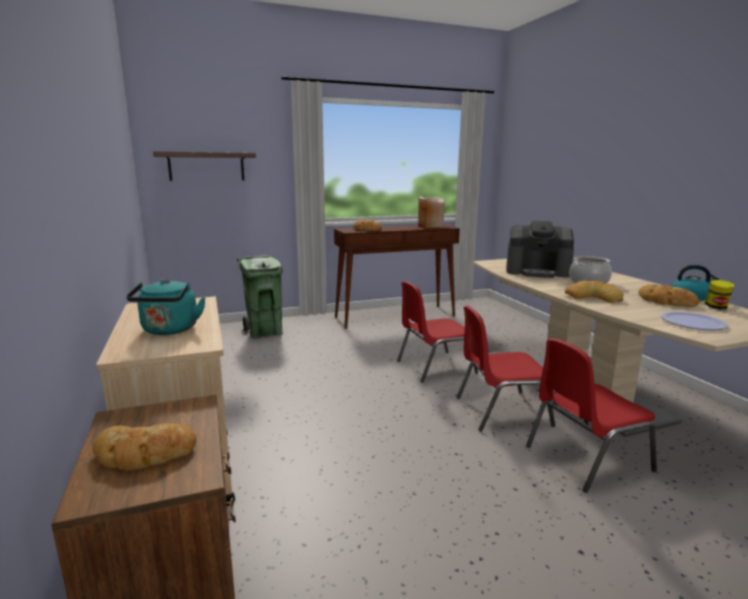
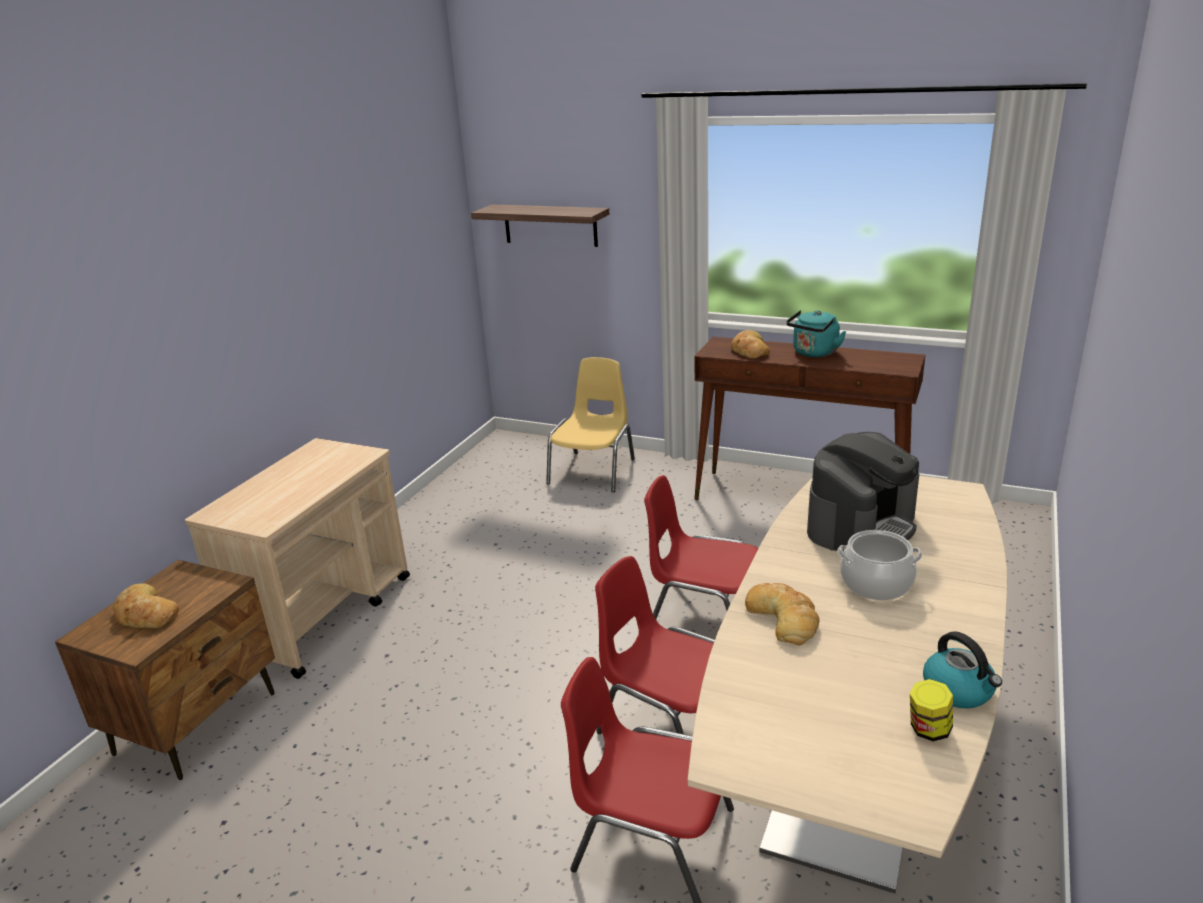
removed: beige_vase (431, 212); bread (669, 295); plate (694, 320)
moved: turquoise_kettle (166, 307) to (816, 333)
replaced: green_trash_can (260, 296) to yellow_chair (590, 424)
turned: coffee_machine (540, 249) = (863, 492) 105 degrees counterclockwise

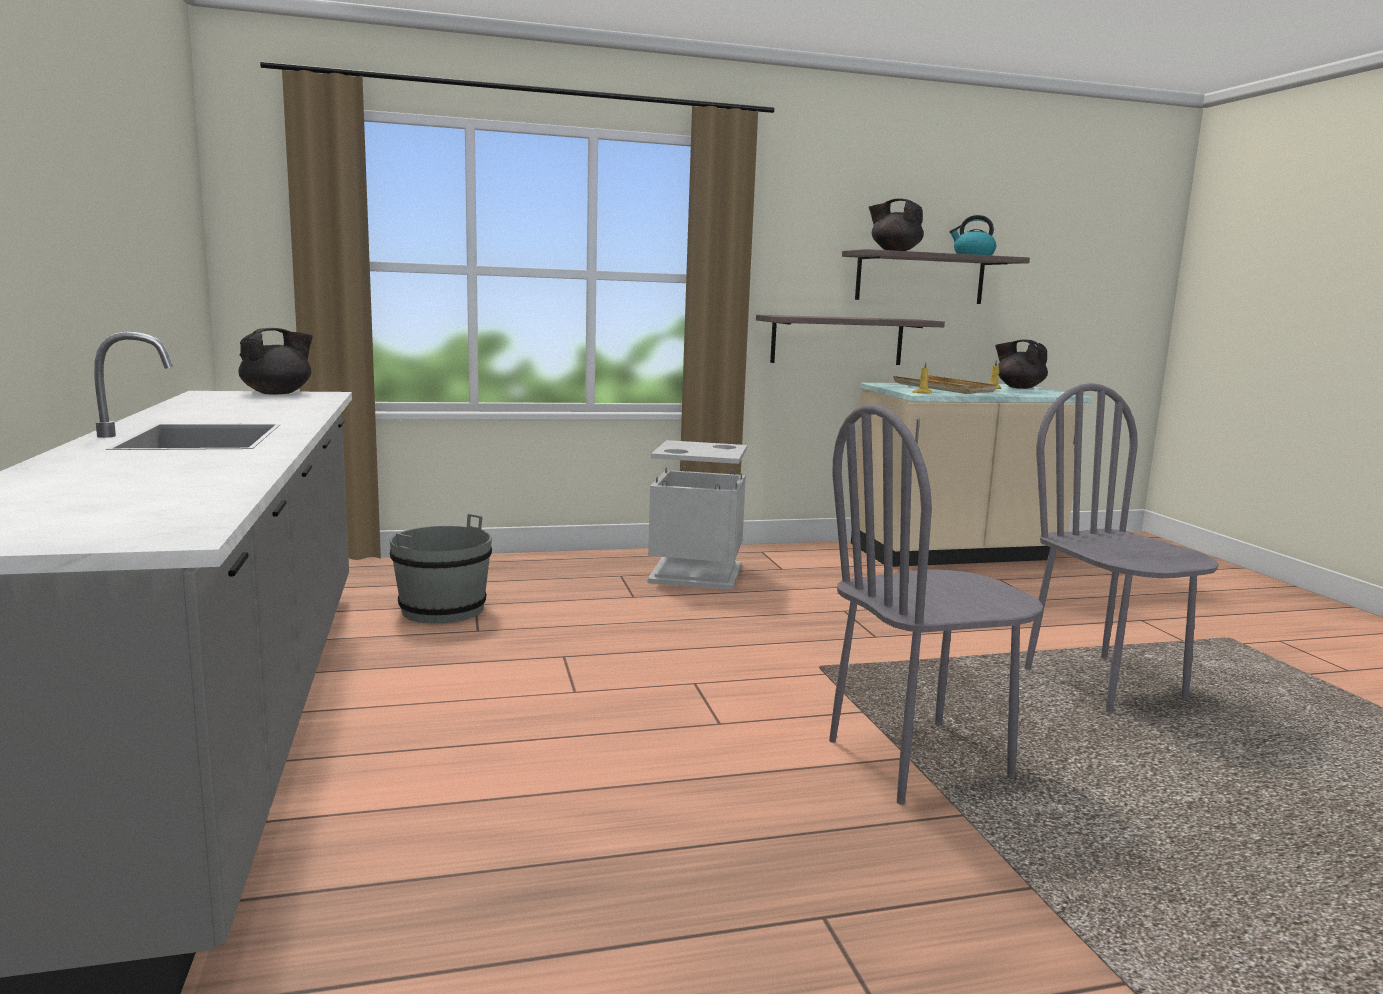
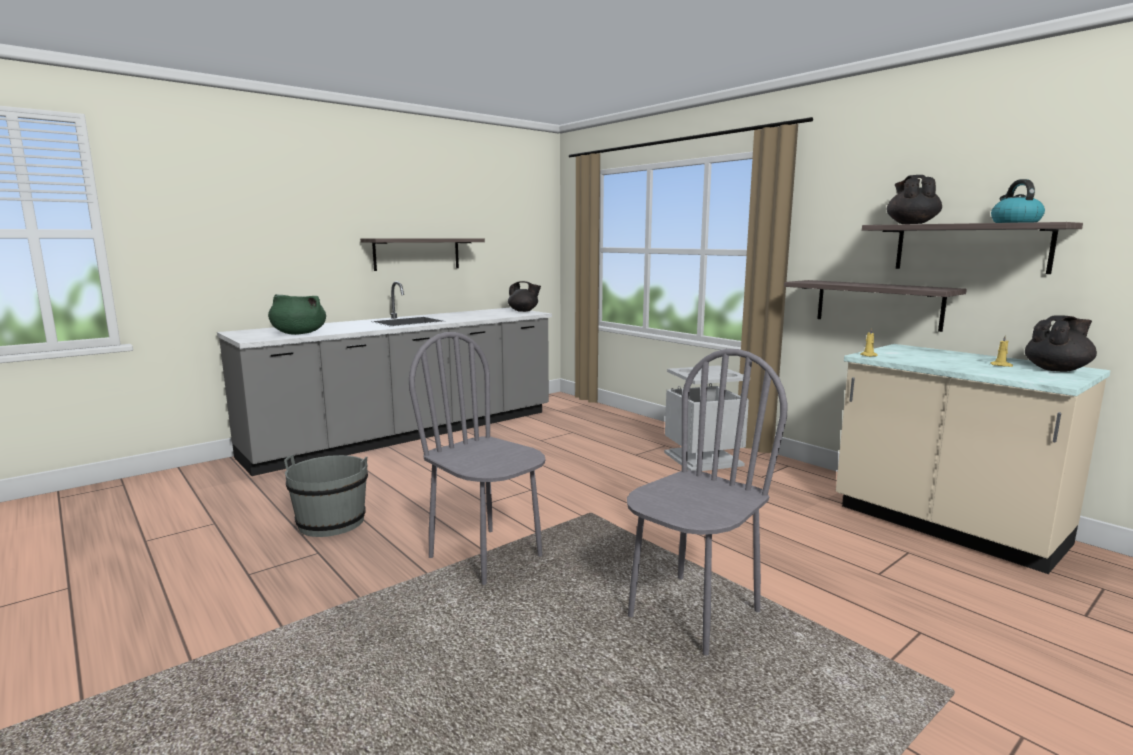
removed: beige_tray (944, 384)
added: green_cooking_pot (297, 314); shelf (422, 254)
moved: grey_bucket (441, 568) to (326, 496)
turned: black_teapot (1021, 364) = (1061, 343) 45 degrees clockwise

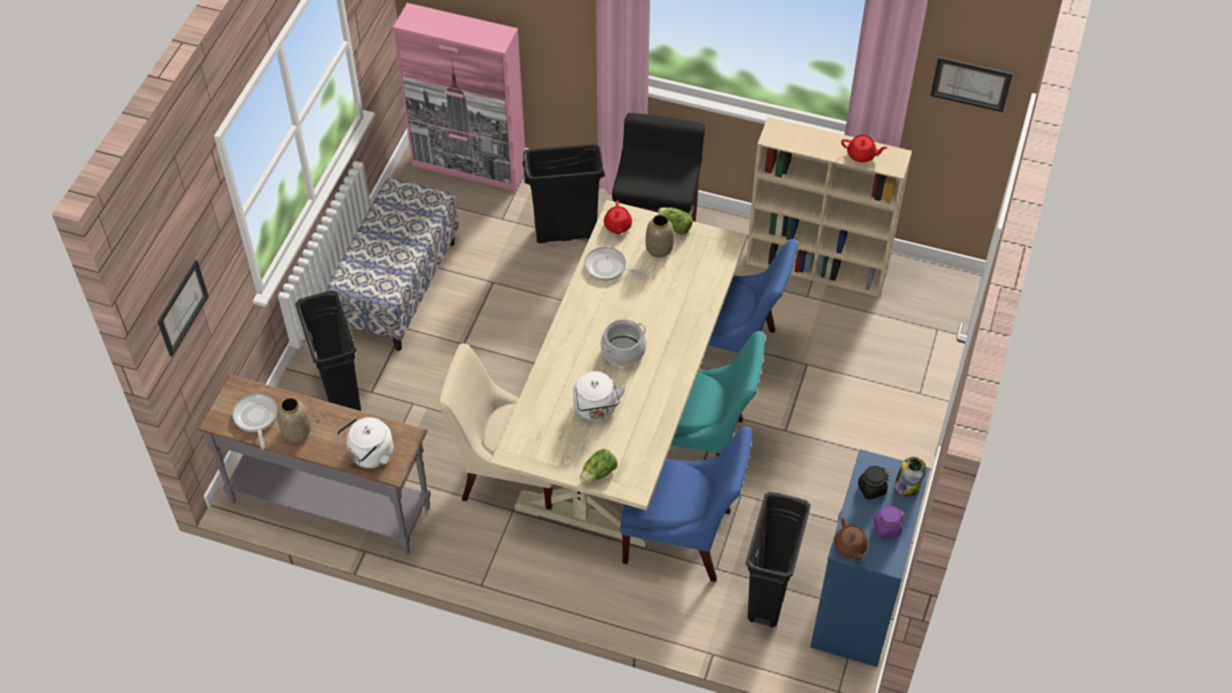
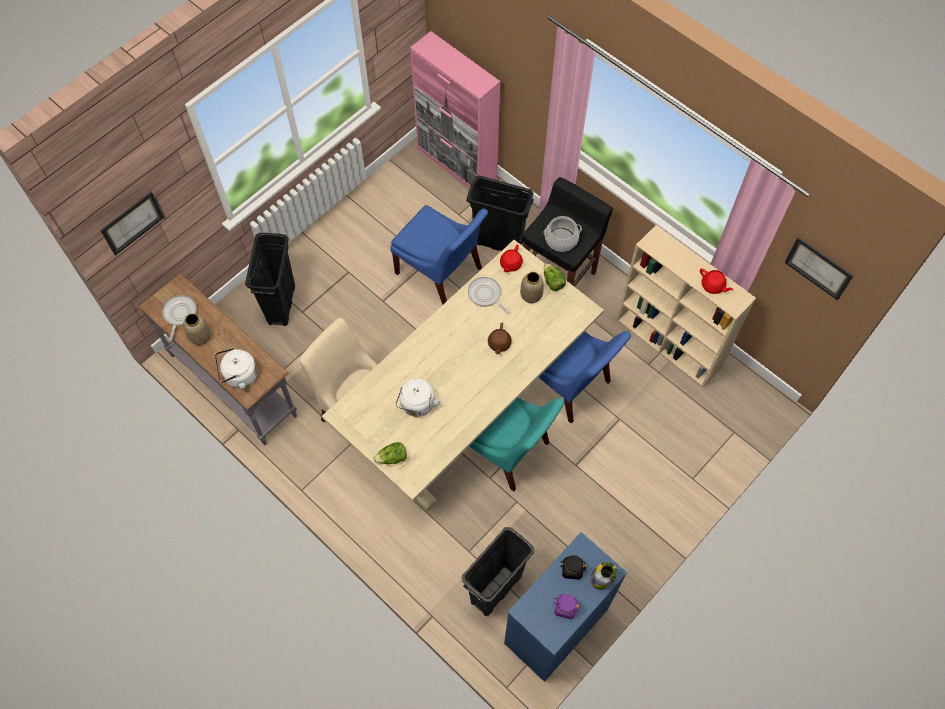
removed: bench (392, 264)
moved: cooking_pot (623, 342) to (563, 234); blue_chair (686, 504) to (439, 255); brown_teapot (851, 538) to (499, 339)

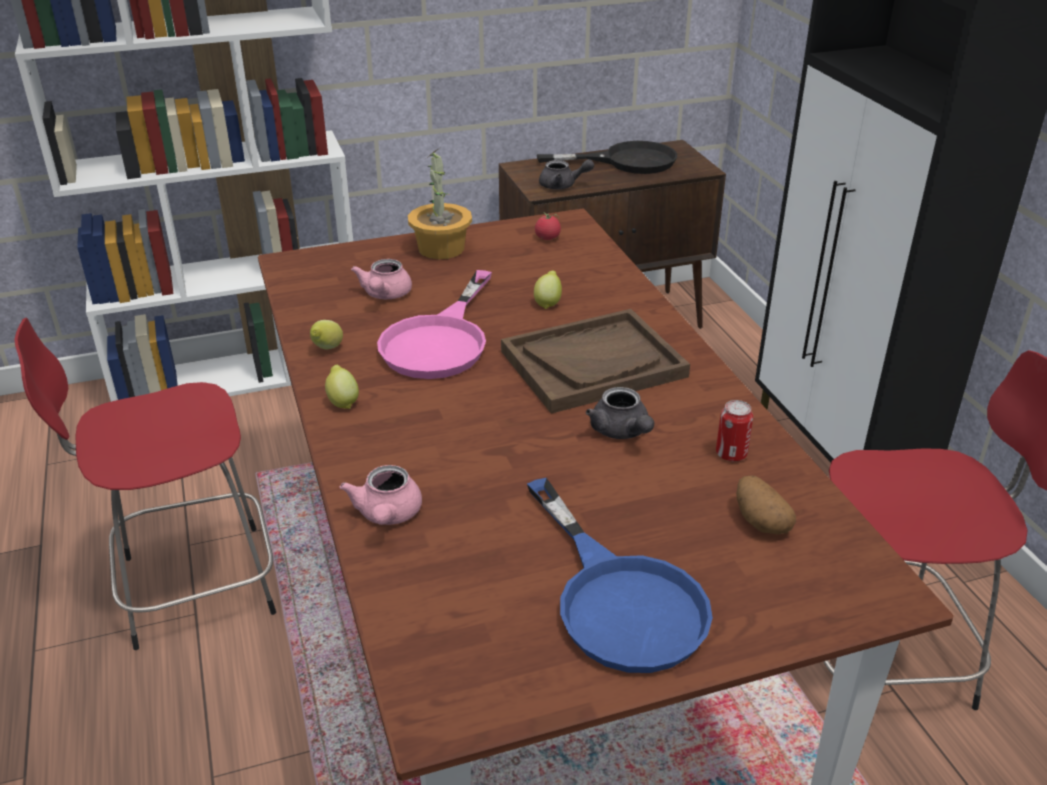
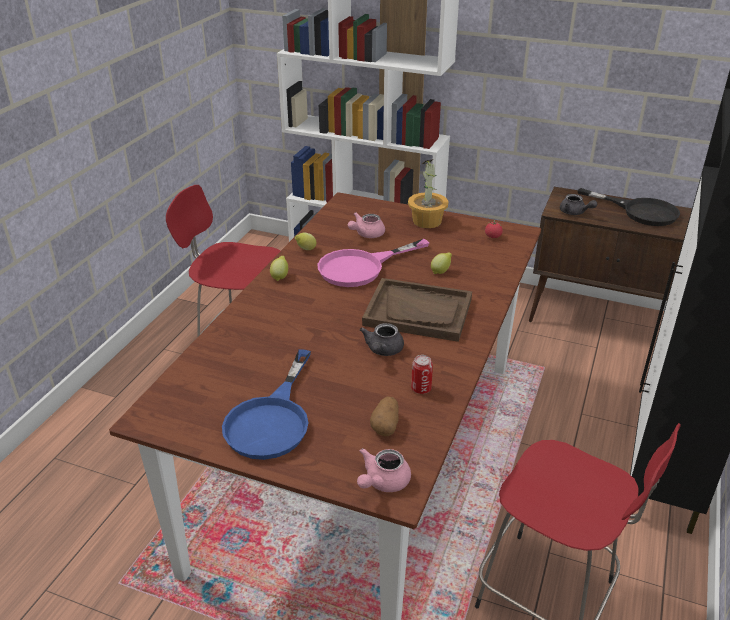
moved: pink_teapot (381, 495) to (384, 470)

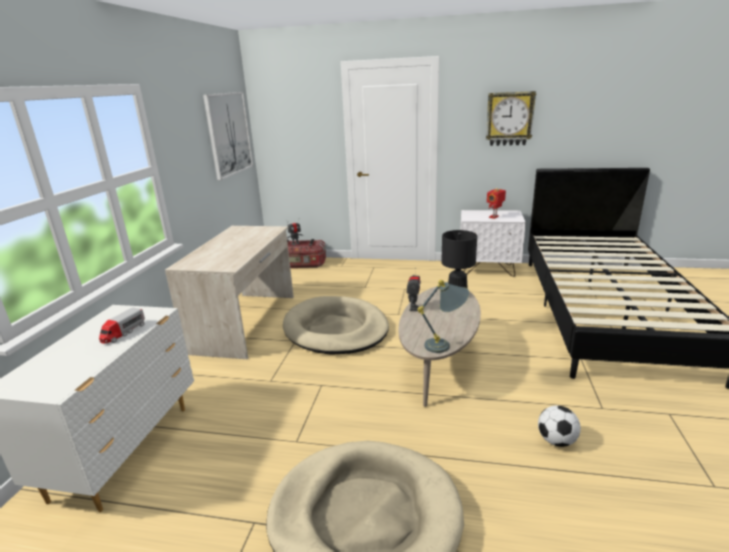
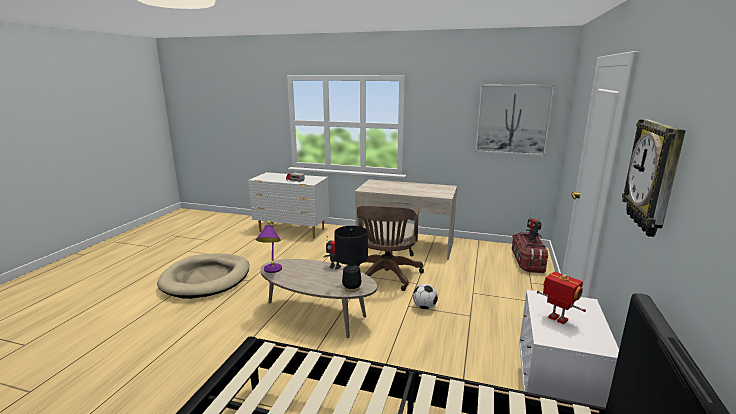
moved: football (559, 426) to (425, 296)
replaced: beige_dog_bed (336, 325) to brown_office_chair (390, 248)
recoloured: grey_table_lamp (443, 316) to purple_table_lamp (268, 247)

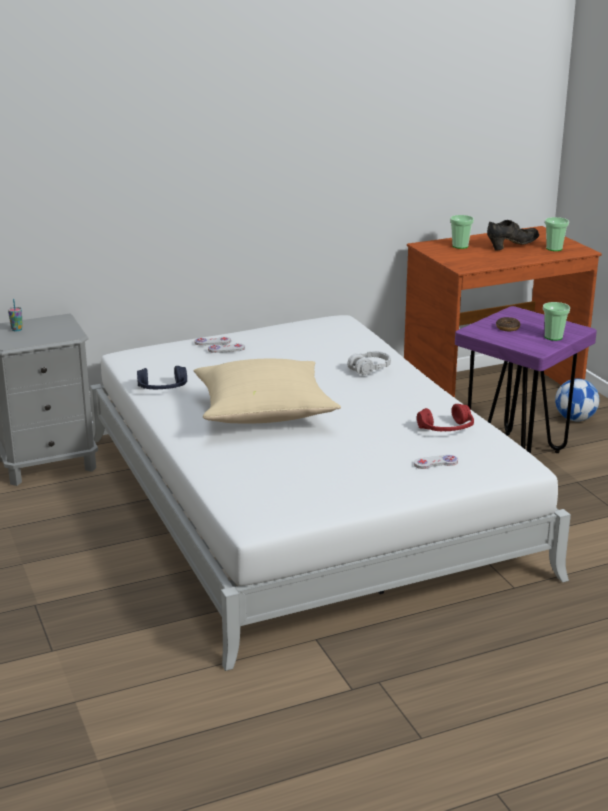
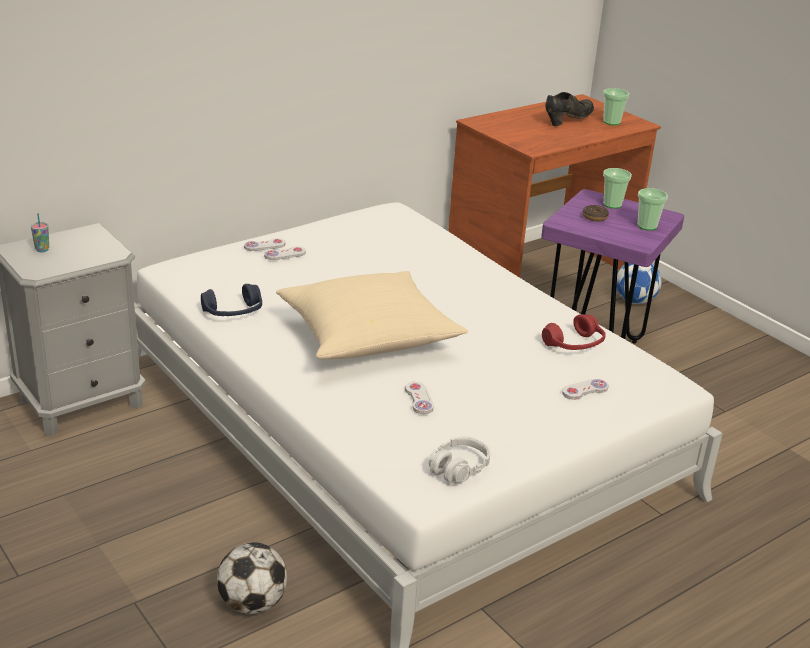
added: football (252, 578); white_game_controller (419, 398)
moved: grey_headphones (369, 363) to (460, 460); cup (462, 232) to (617, 188)

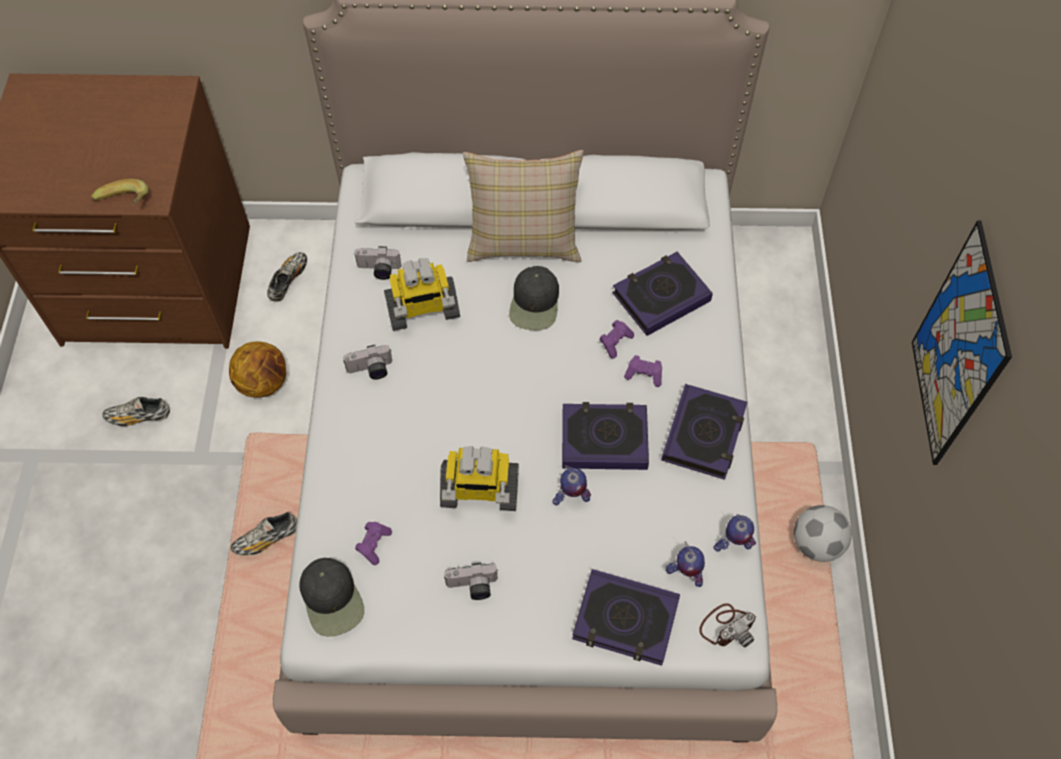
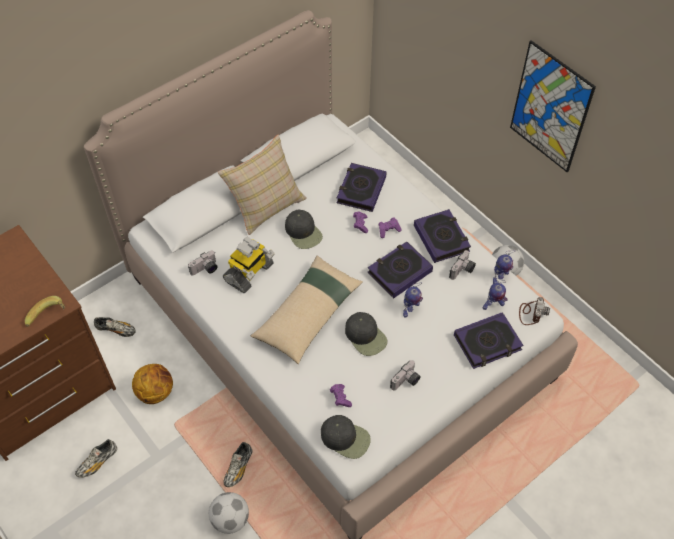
added: football (229, 513); beige_pillow (307, 310)
moved: photo_camera (367, 362) to (462, 265)
replaced: toy_robot (479, 478) to black_cap (366, 334)
turned: shoe (287, 277) = (115, 327) 120 degrees clockwise

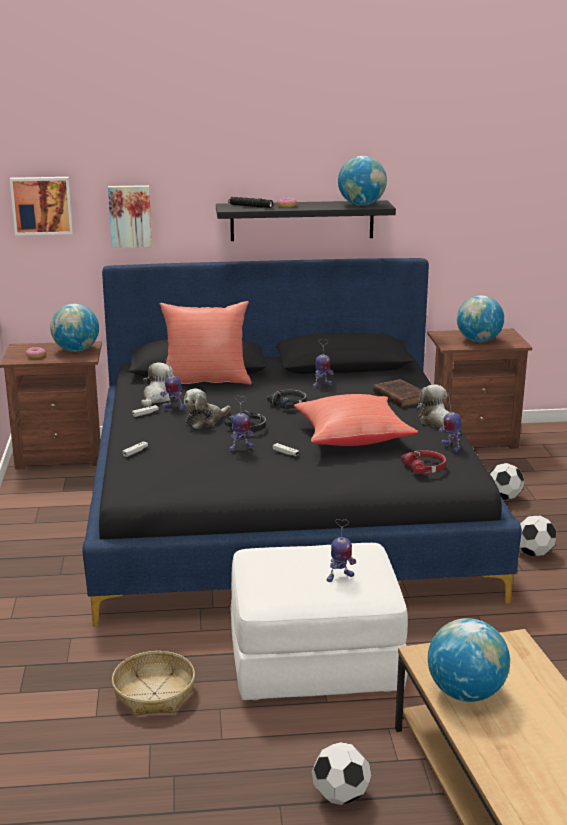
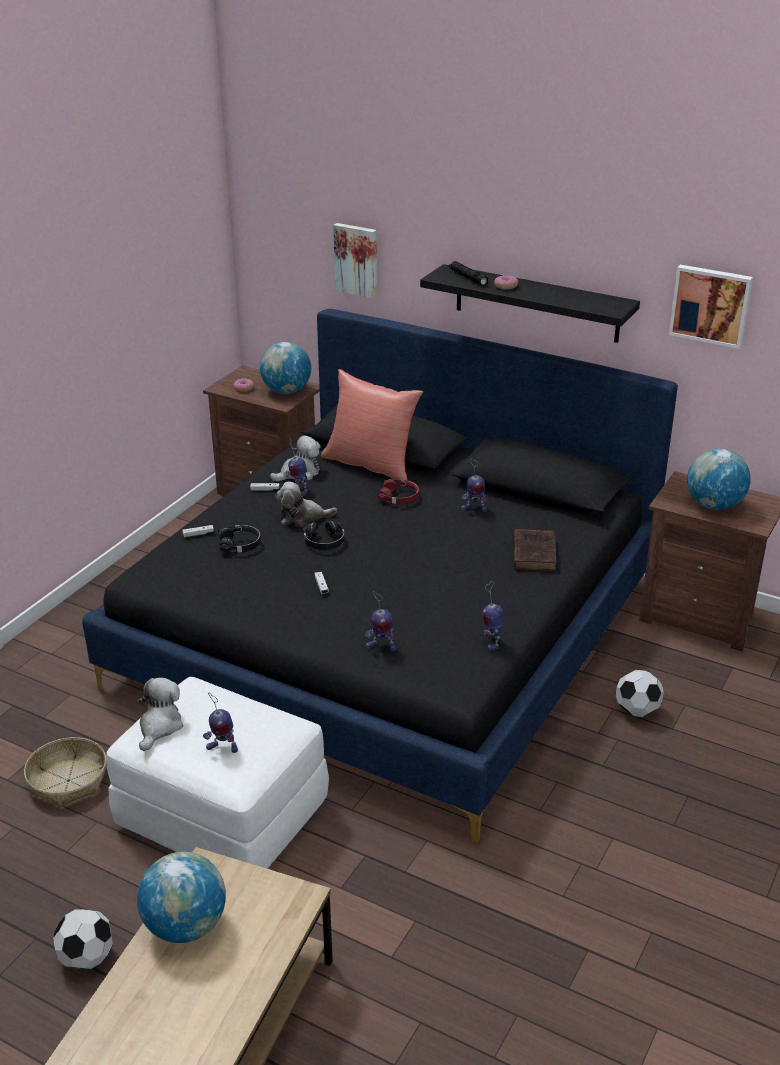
removed: red_pillow (356, 420); globe (362, 181); football (538, 536)
moved: picture (41, 206) to (711, 307); toy_robot (241, 423) to (380, 621); black_headphones (287, 400) to (239, 539); red_headphones (423, 462) to (398, 491); plush_toy (433, 408) to (160, 714)

